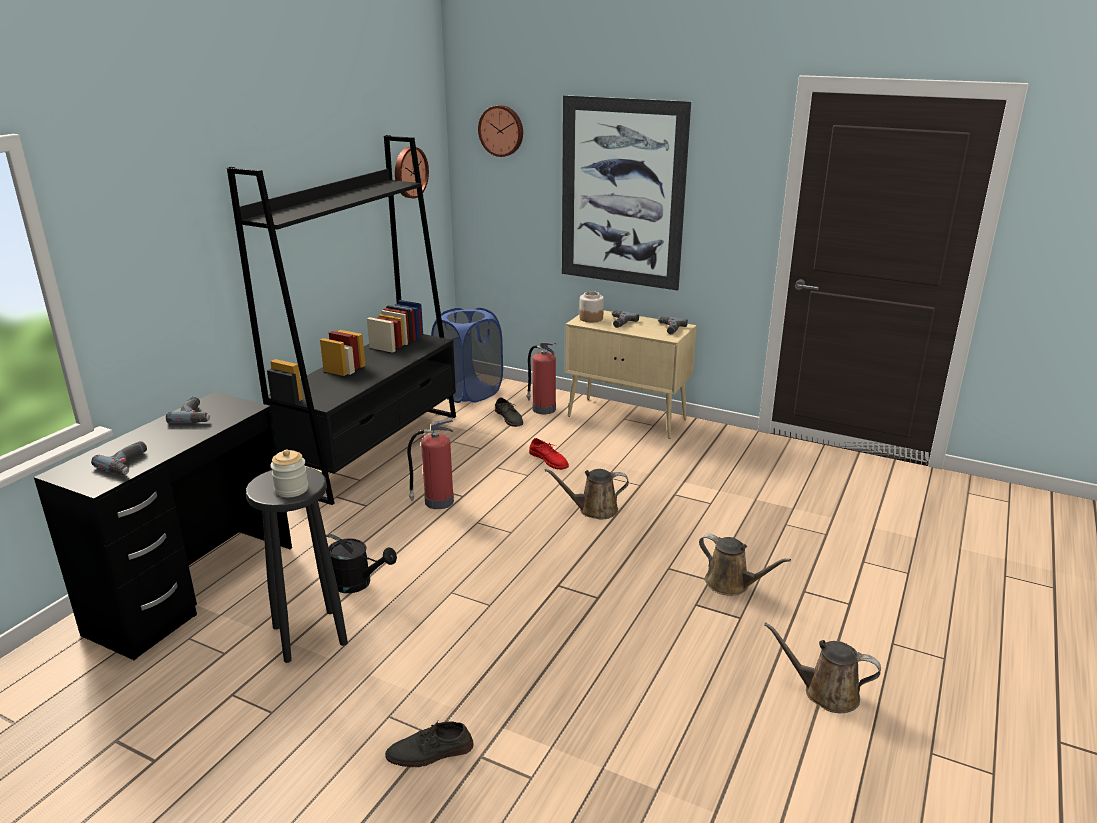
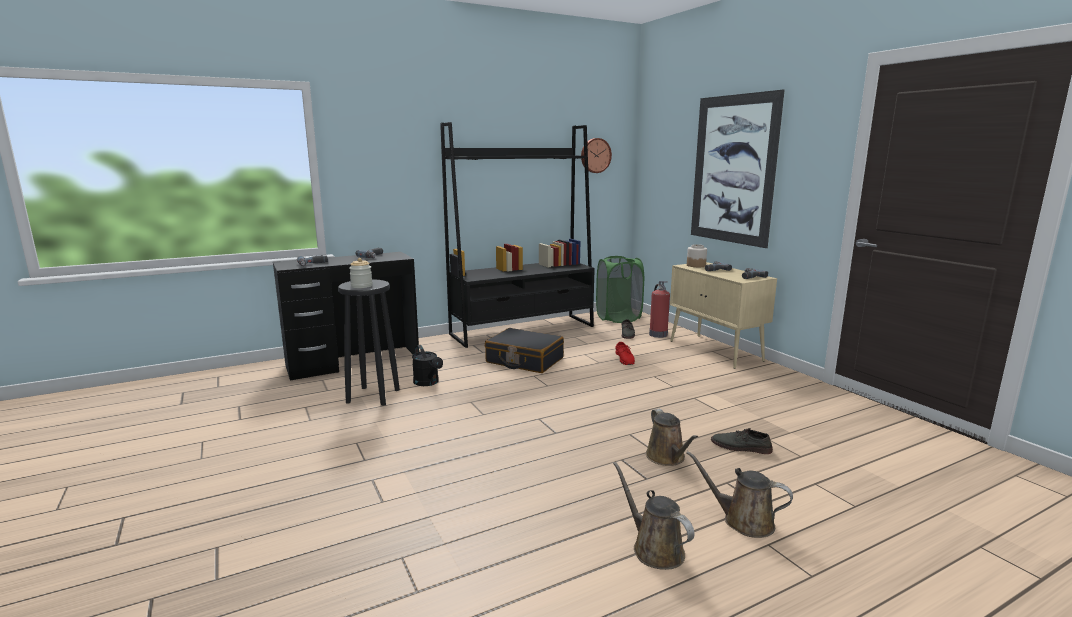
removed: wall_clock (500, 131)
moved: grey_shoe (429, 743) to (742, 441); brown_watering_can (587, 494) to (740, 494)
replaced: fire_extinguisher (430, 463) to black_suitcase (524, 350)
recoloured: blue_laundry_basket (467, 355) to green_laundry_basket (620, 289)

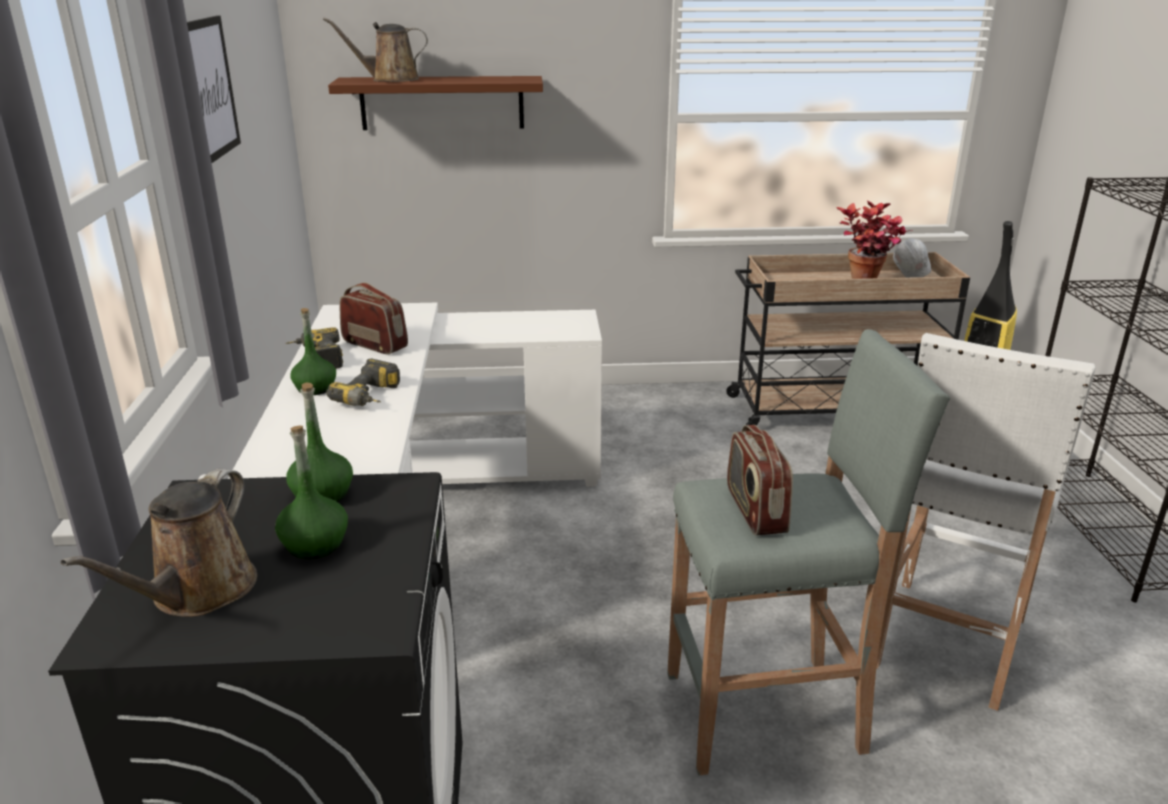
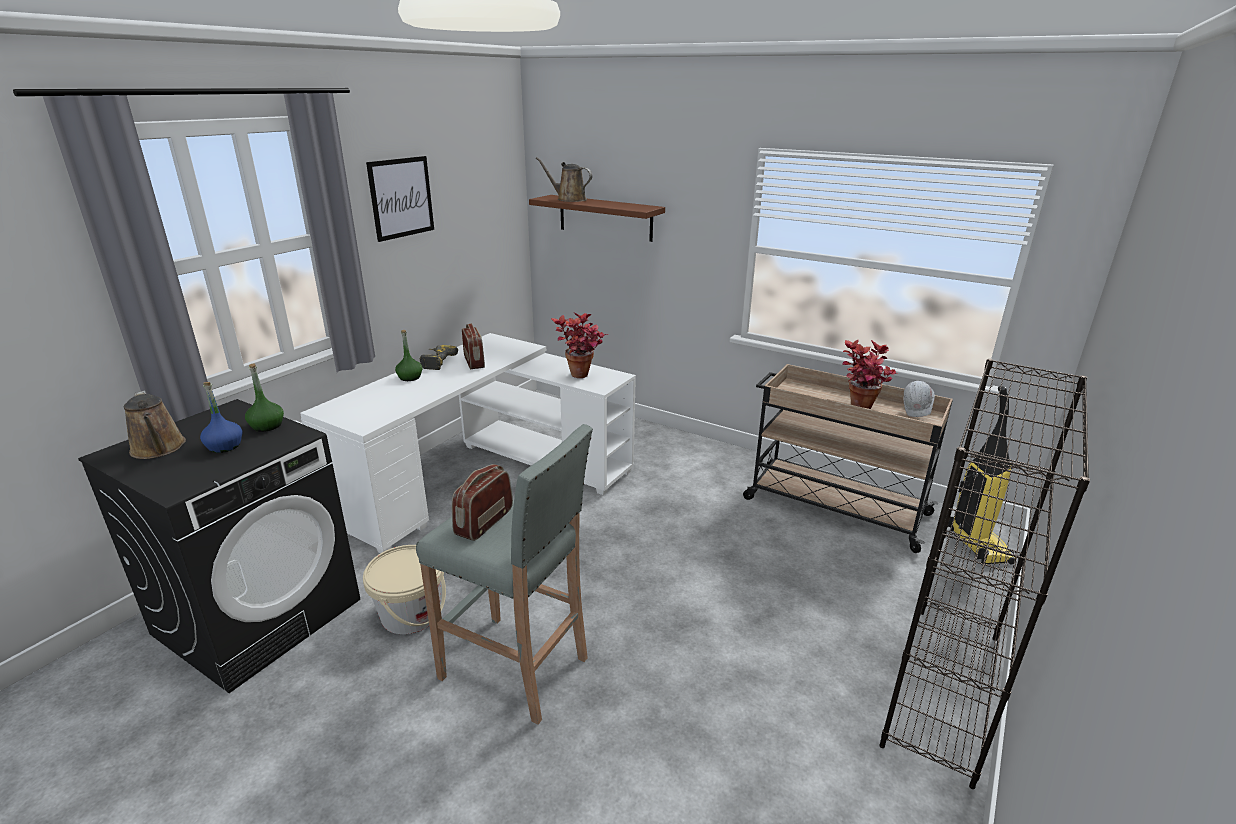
removed: power_drill (363, 382); white_stool (986, 522)
added: beige_bucket (404, 589); potted_plant (579, 345)
recoloured: green_bottle (311, 492) to blue_bottle (221, 417)
turned: brown_watering_can (159, 543) = (155, 425) 90 degrees counterclockwise

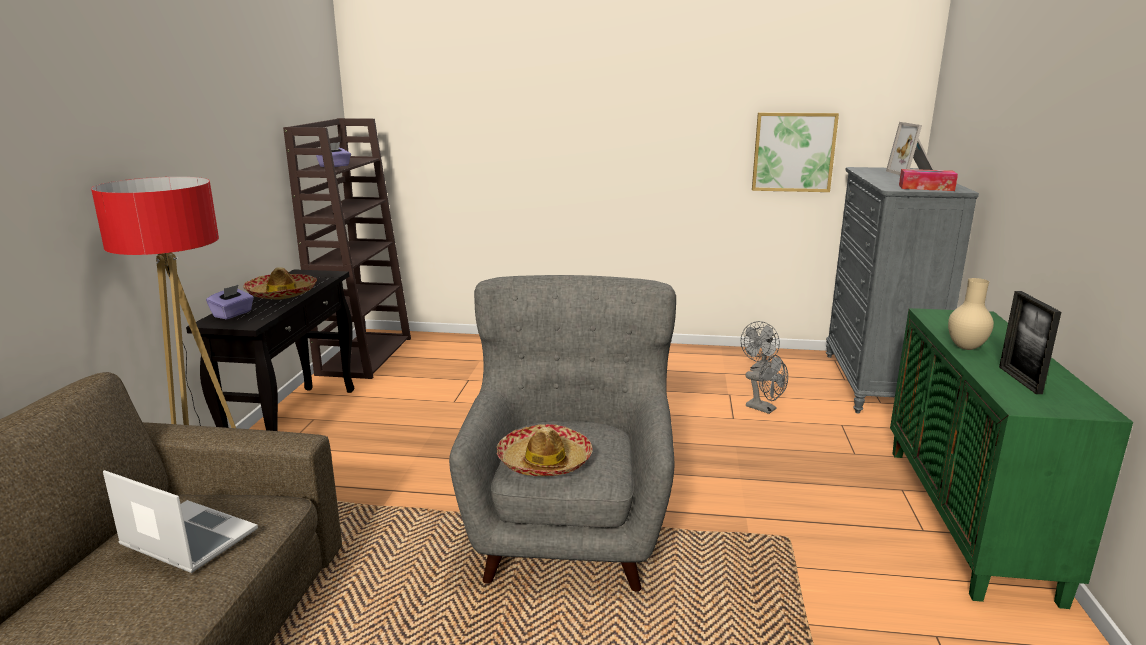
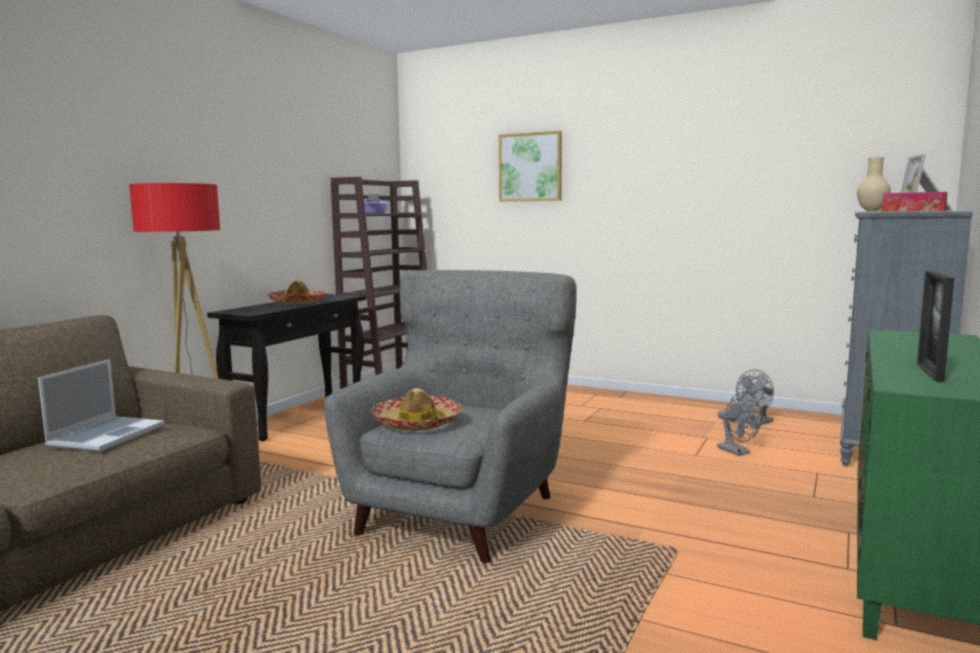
removed: purple_tissue_box (230, 302)
moved: picture (795, 152) to (530, 166); beige_vase (971, 314) to (874, 184)
turned: laptop (180, 521) = (101, 405) 60 degrees clockwise

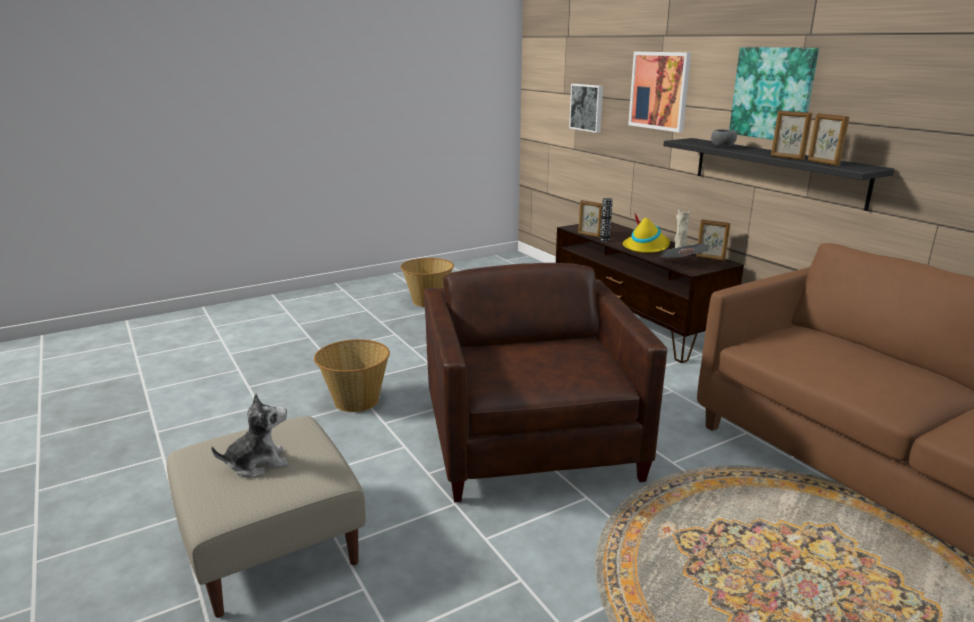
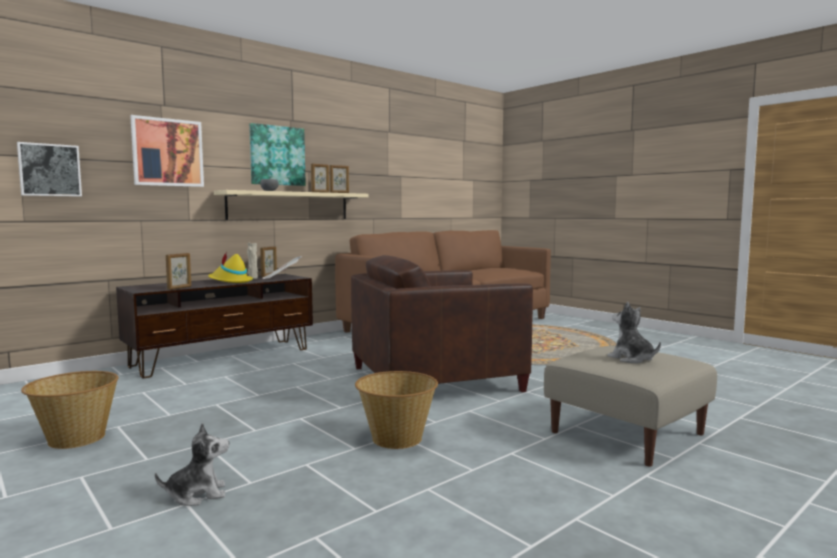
removed: vase (606, 220)
added: plush_toy (192, 464)
recoloured: black_shelf (778, 174) to beige_shelf (291, 205)

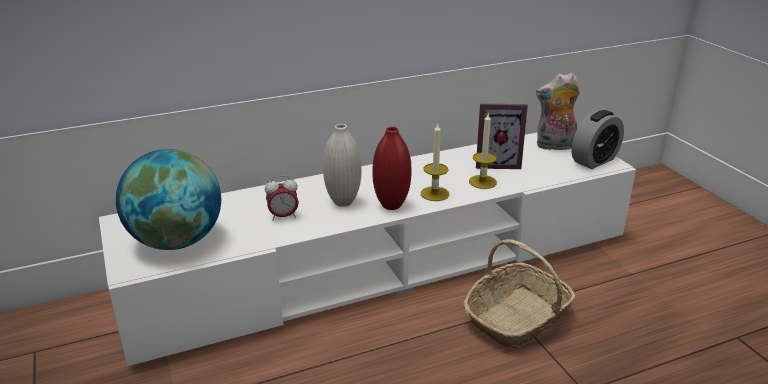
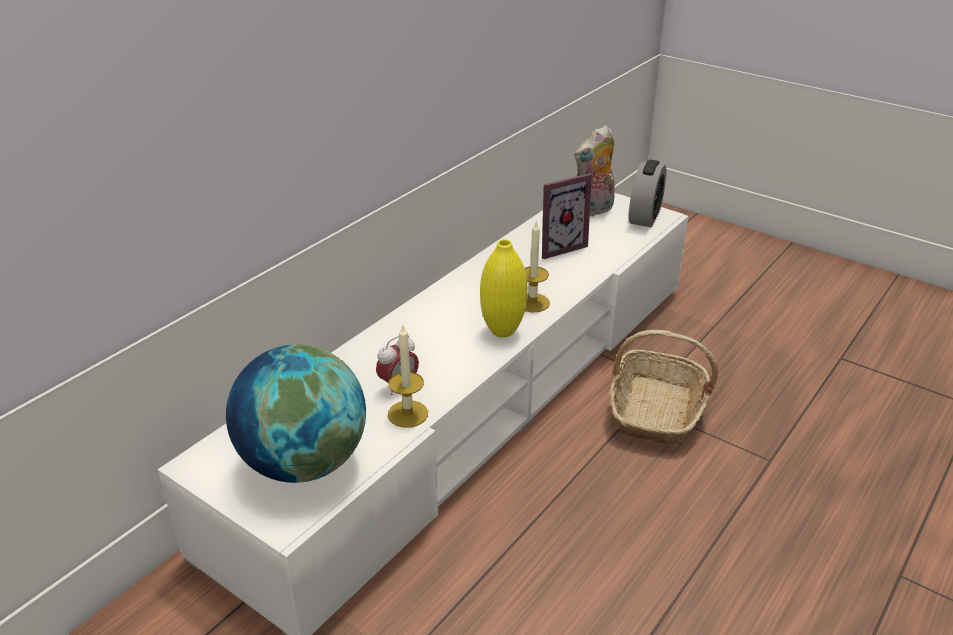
removed: white_vase (342, 165)
moved: candle (483, 151) to (408, 376)
recoloured: red_vase (391, 168) to yellow_vase (503, 288)

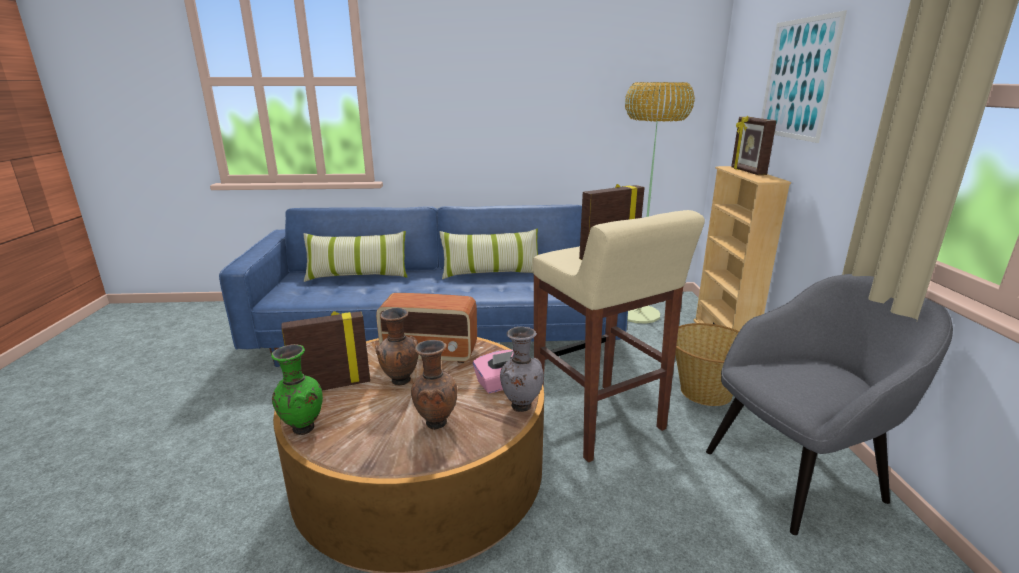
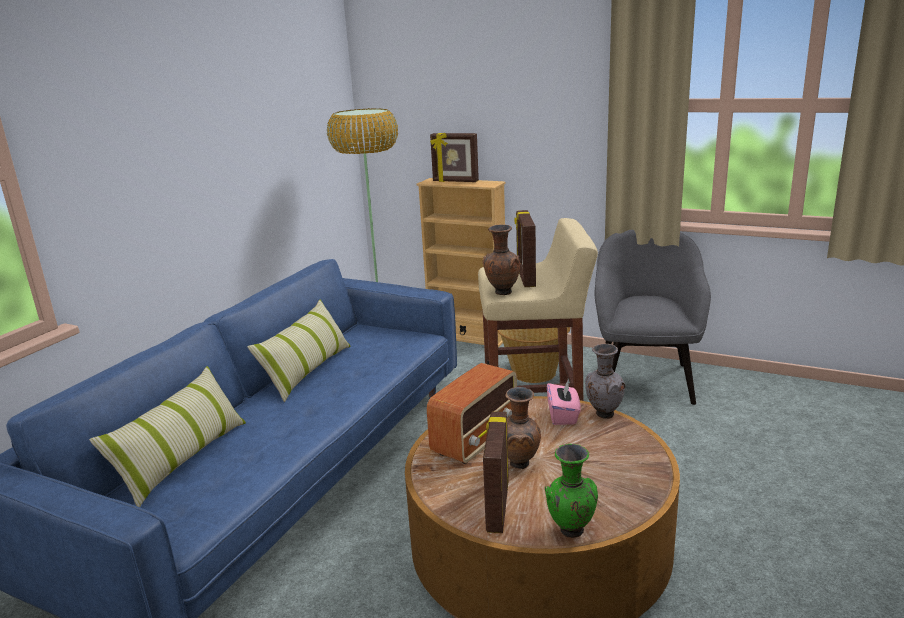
removed: picture (804, 76)
moved: brown_vase (434, 385) to (502, 259)

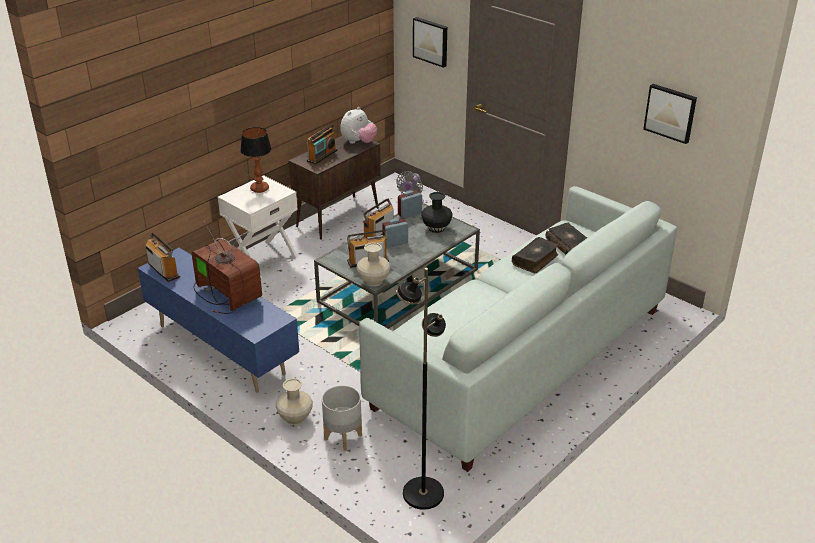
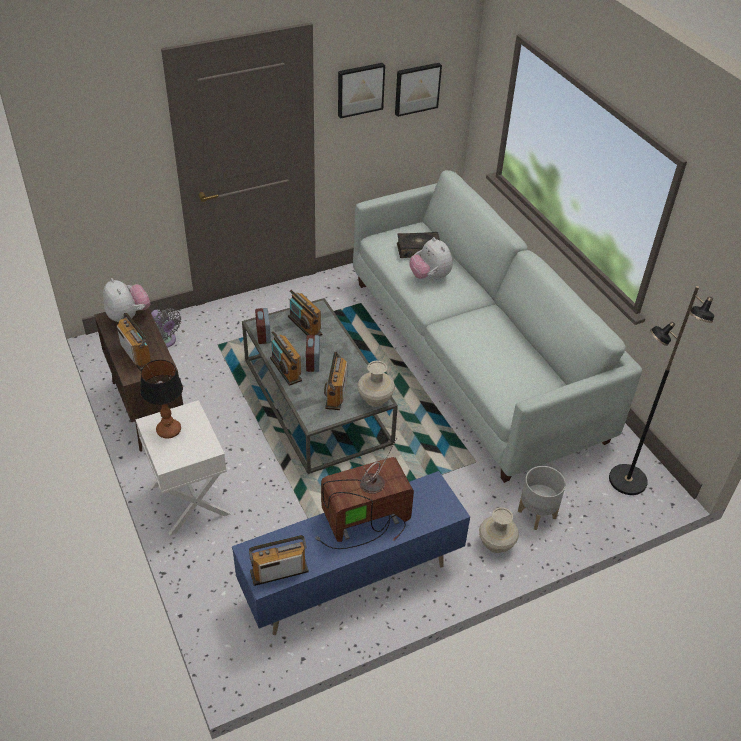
moved: picture (430, 42) to (361, 91)
replaced: black_vase (436, 212) to radio (305, 313); book (535, 255) to plush_toy (431, 258)

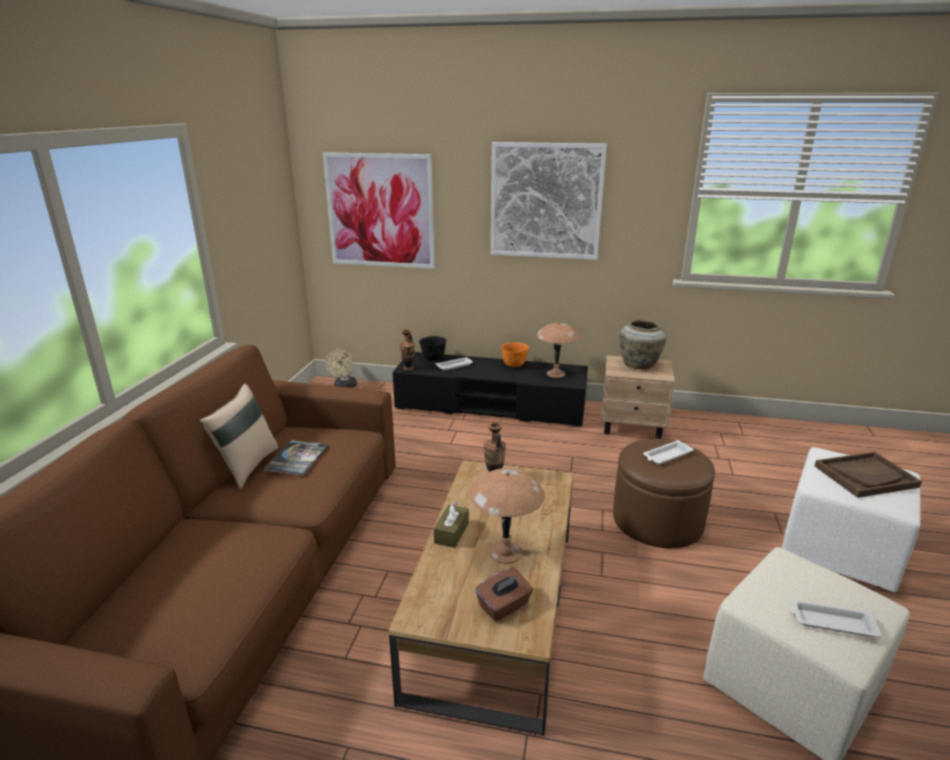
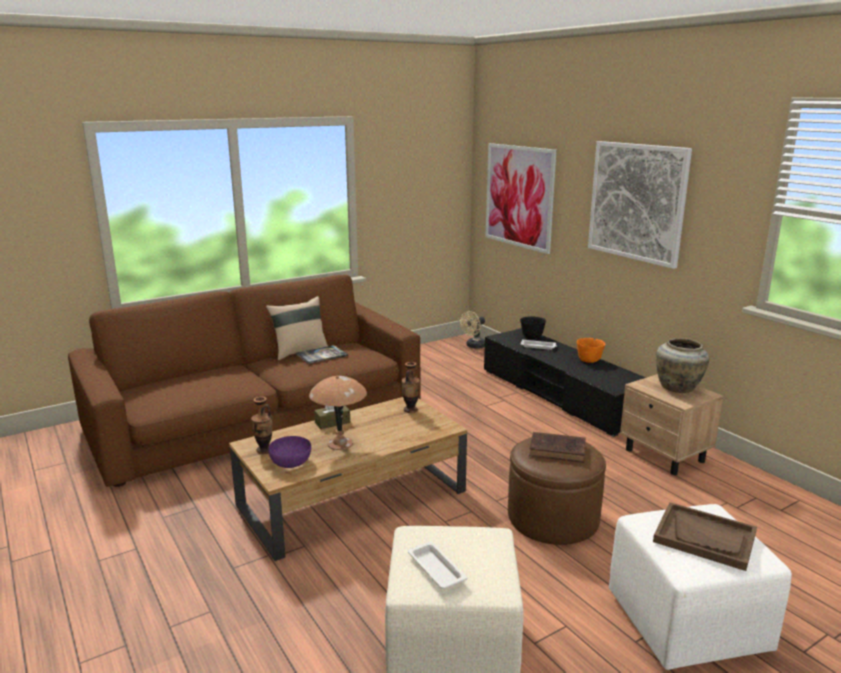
removed: brown_table_lamp (558, 350)
moved: vase (407, 350) to (261, 425)
replaced: brown_tissue_box (504, 594) to purple_bowl (290, 452); white_tray (668, 452) to brown_book (557, 447)

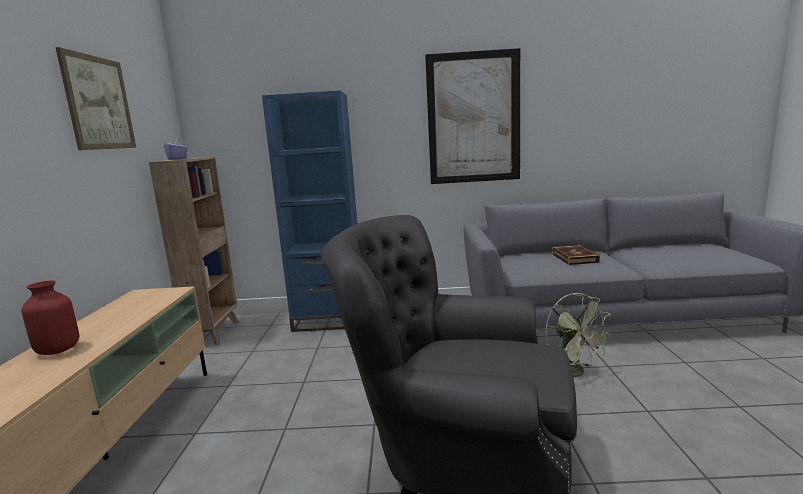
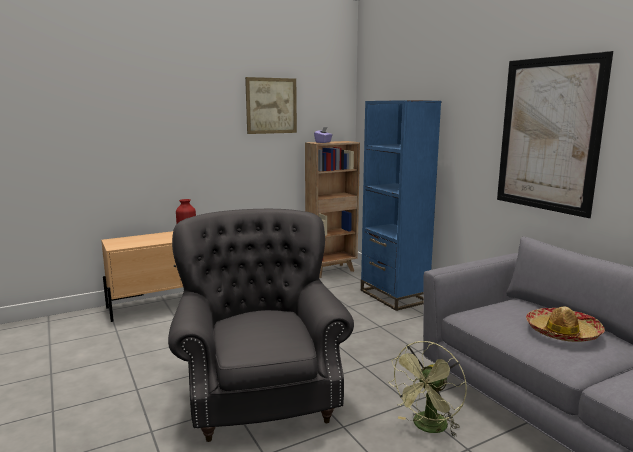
replaced: book (576, 255) to hat (565, 324)

